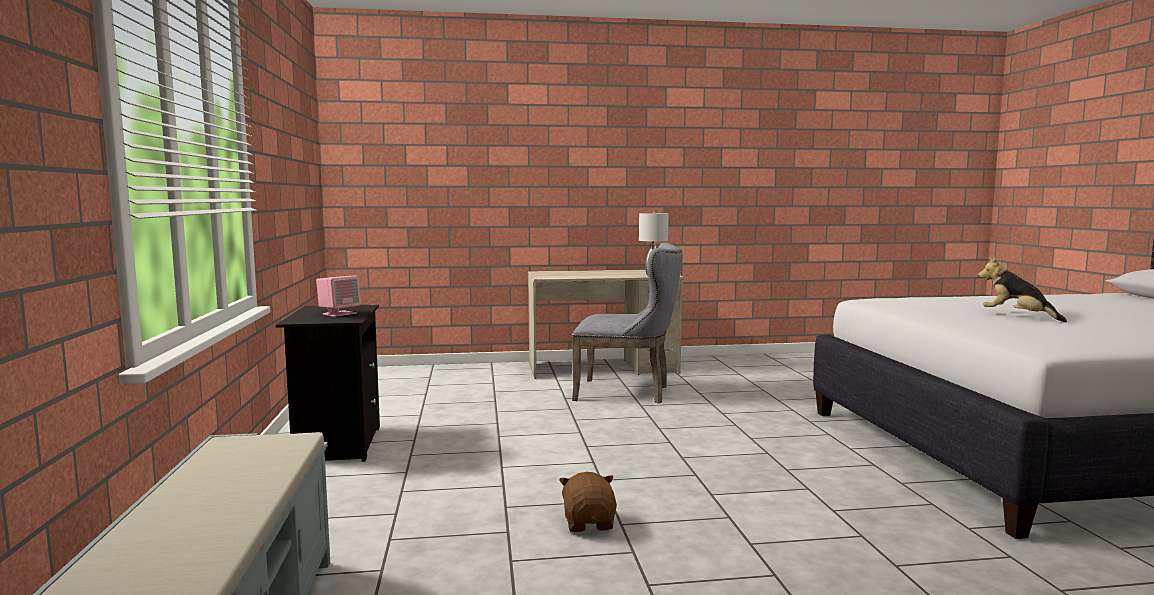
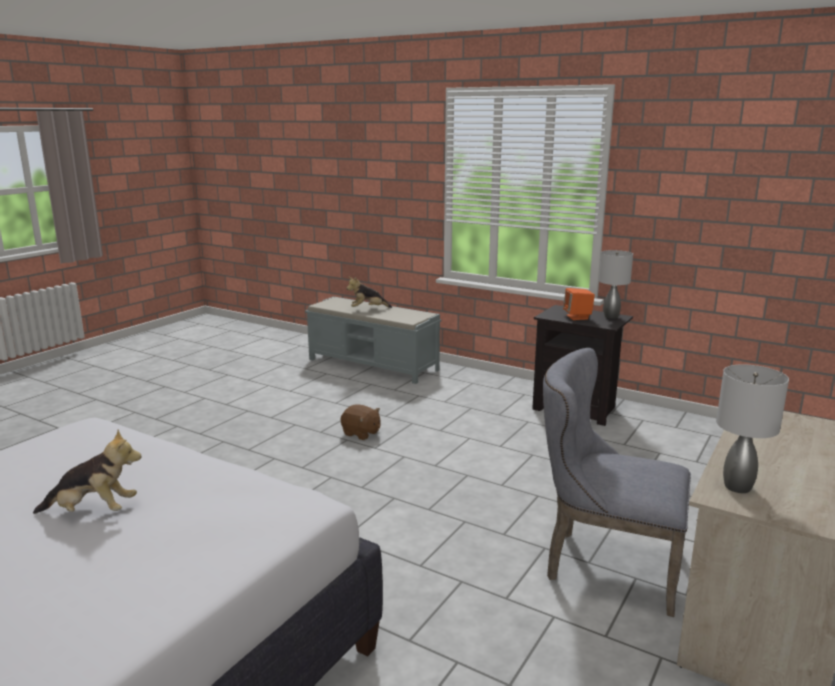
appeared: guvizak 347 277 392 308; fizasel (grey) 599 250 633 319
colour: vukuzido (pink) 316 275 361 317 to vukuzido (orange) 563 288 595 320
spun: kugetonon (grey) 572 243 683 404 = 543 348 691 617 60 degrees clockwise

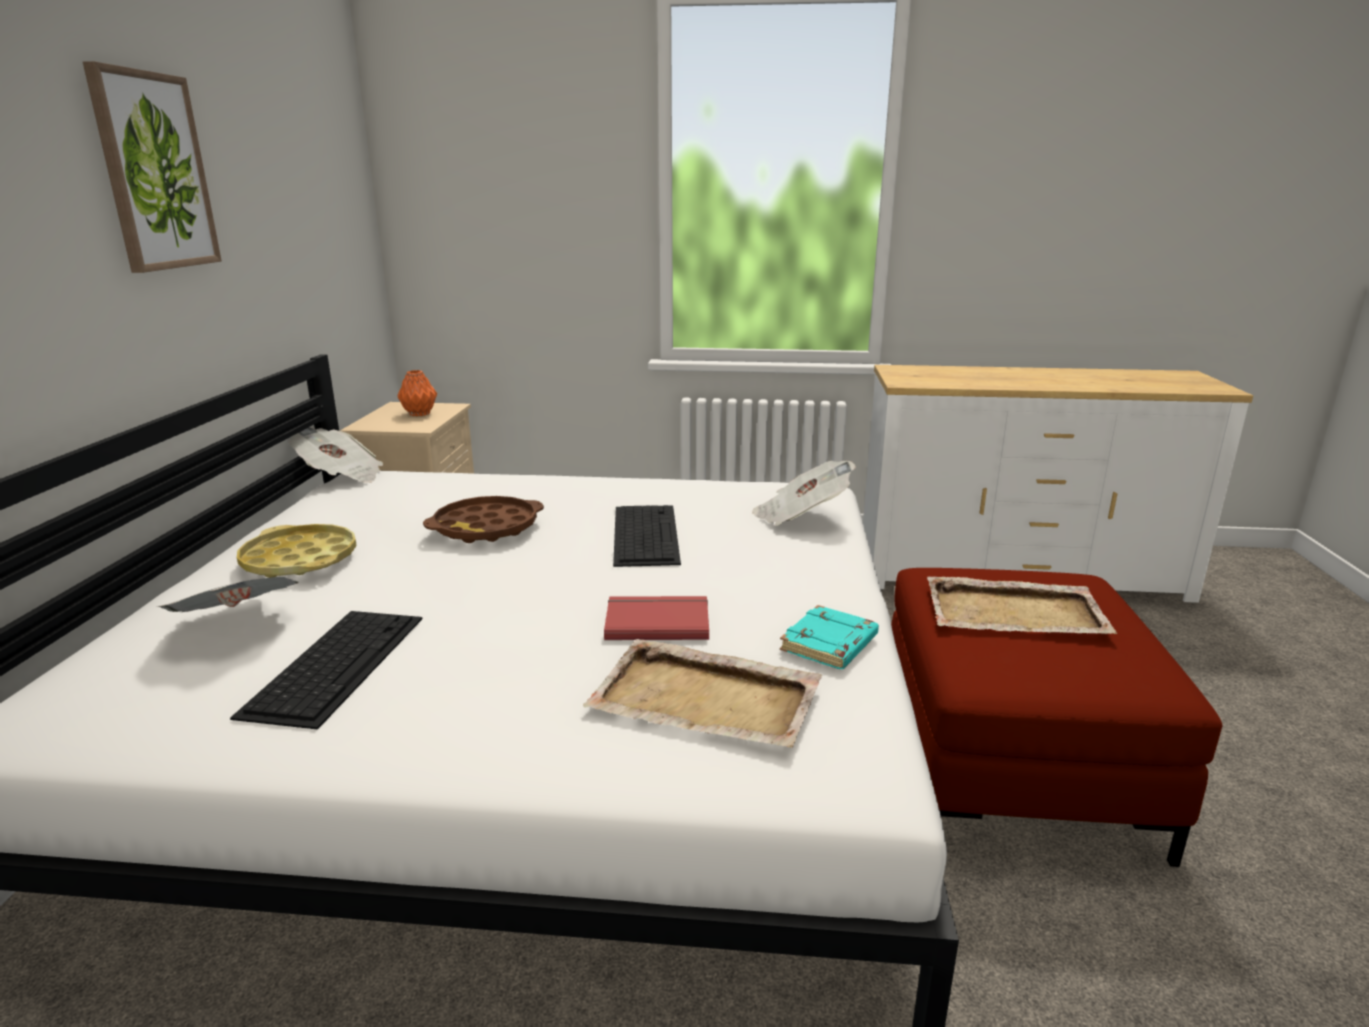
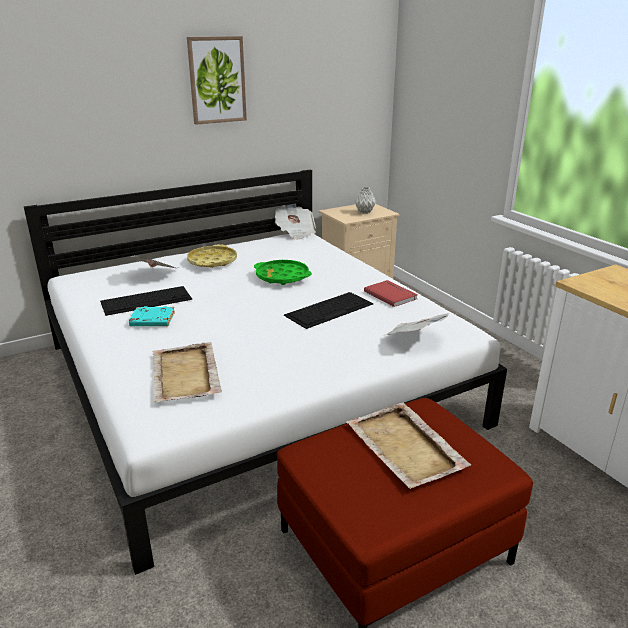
relocated: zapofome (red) 604 596 709 640 to 364 280 418 307; zapofome (turquoise) 780 605 879 669 to 129 306 175 326
colour: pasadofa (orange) 398 370 437 416 to pasadofa (grey) 354 187 376 214; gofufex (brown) 423 496 544 543 to gofufex (green) 254 260 312 285

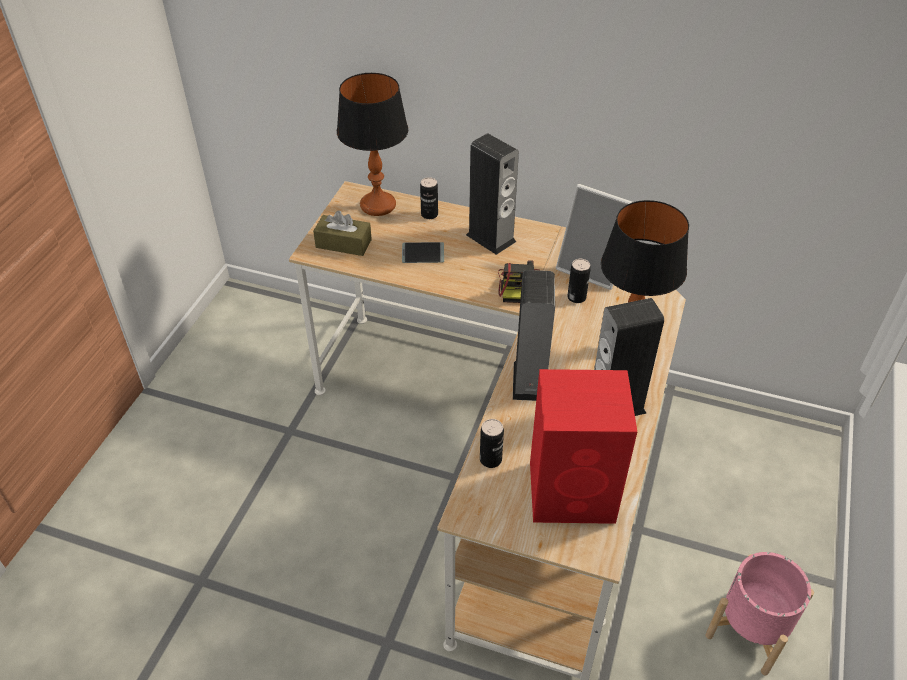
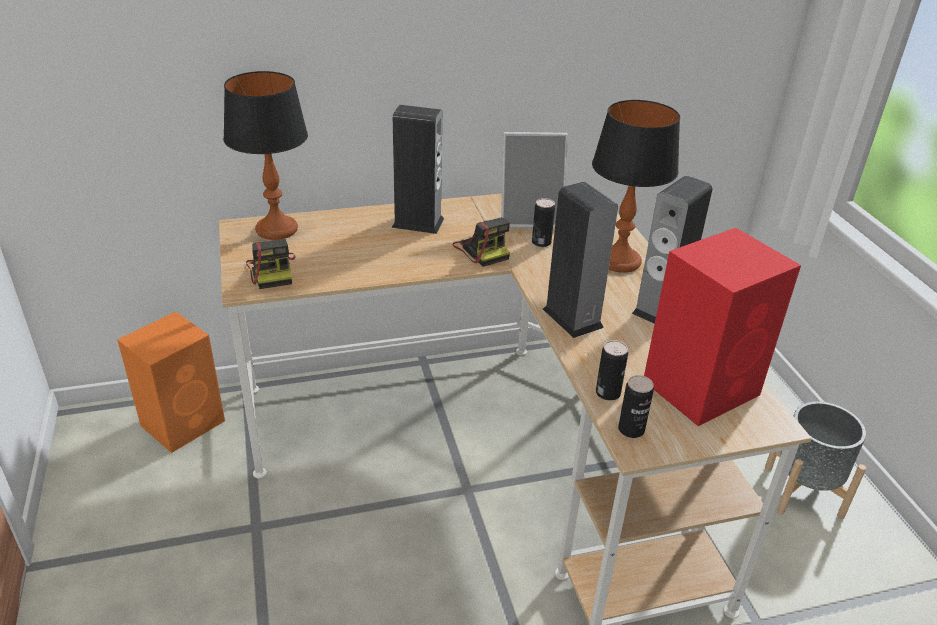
missing: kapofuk 402 242 444 263
appeared: vukuzido (orange) 117 312 225 453
relocated: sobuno 420 177 438 219 to 618 375 654 438
exchanged: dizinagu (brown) 313 210 372 256 to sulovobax 246 239 295 289
colour: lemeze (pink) 705 552 814 675 to lemeze (grey) 765 401 866 519

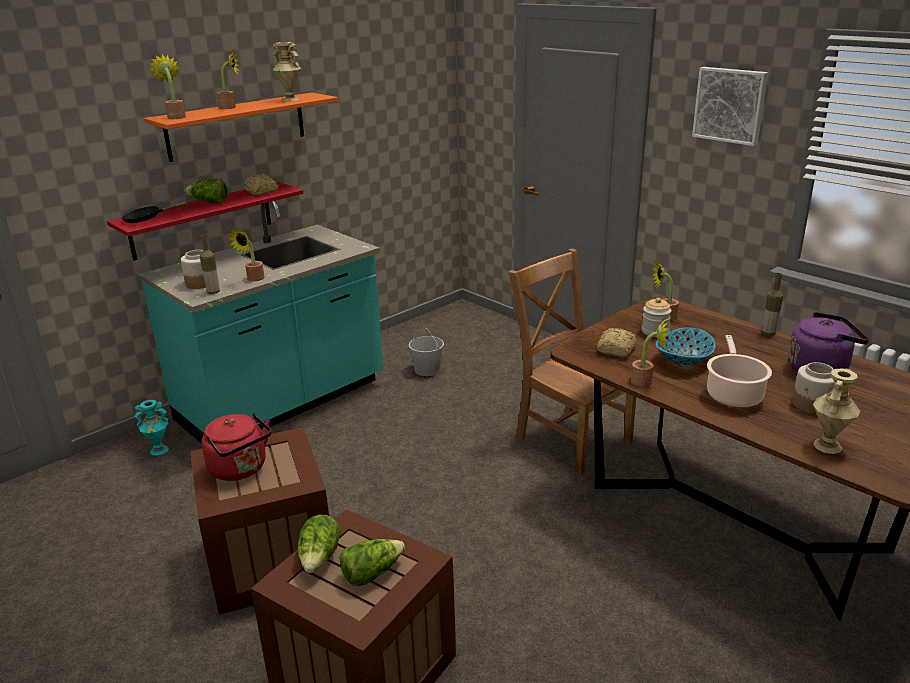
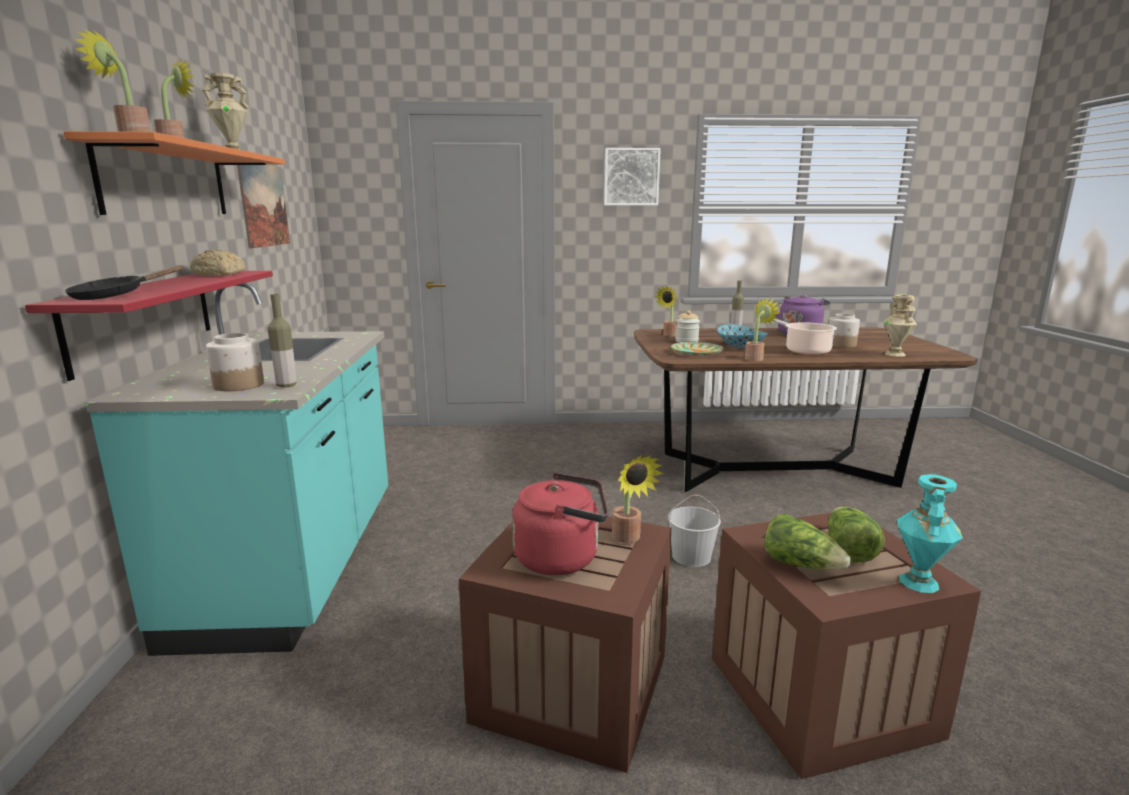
missing: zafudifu 184 179 227 204; kugetonon (brown) 509 248 636 474
appeared: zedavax 237 165 290 248
relocated: pasadofa (turquoise) 134 400 169 456 to 897 474 963 593; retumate 228 228 265 281 to 612 455 663 543; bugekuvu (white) 408 328 444 376 to 668 495 721 567
exchanged: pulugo 597 328 637 357 to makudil 671 342 724 356

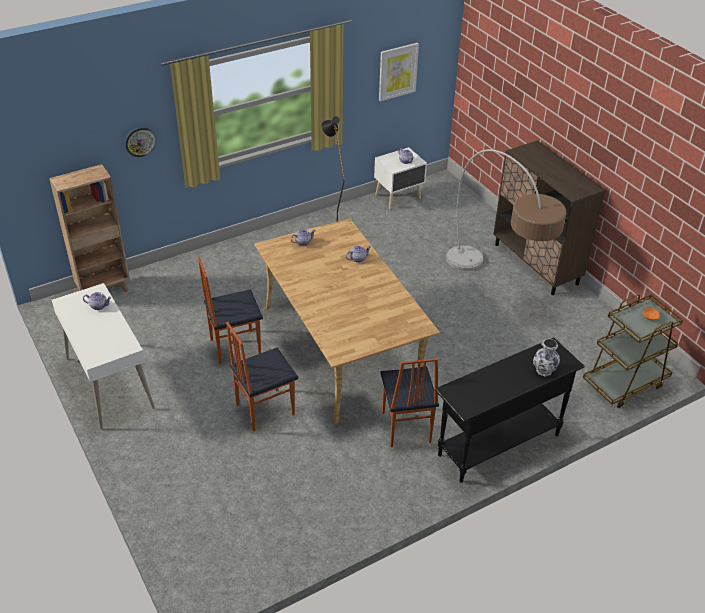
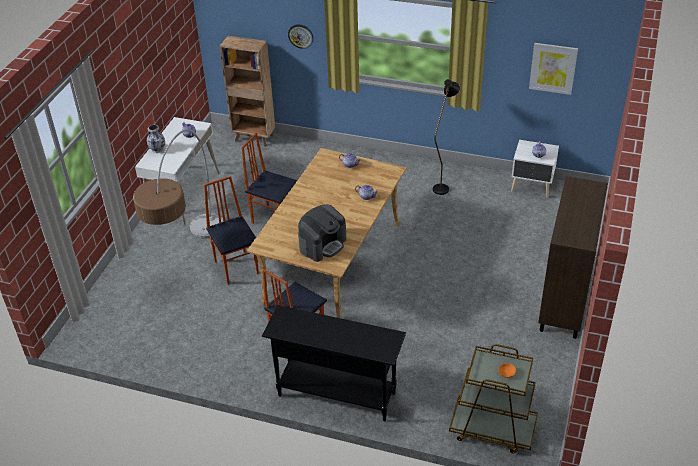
appeared: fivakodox 298 204 346 262
relocated: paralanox 446 149 566 271 to 133 129 224 239; pasadofa 533 338 560 377 to 147 124 165 153
spun: kugetonon 226 322 298 431 = 204 176 259 285 45 degrees clockwise

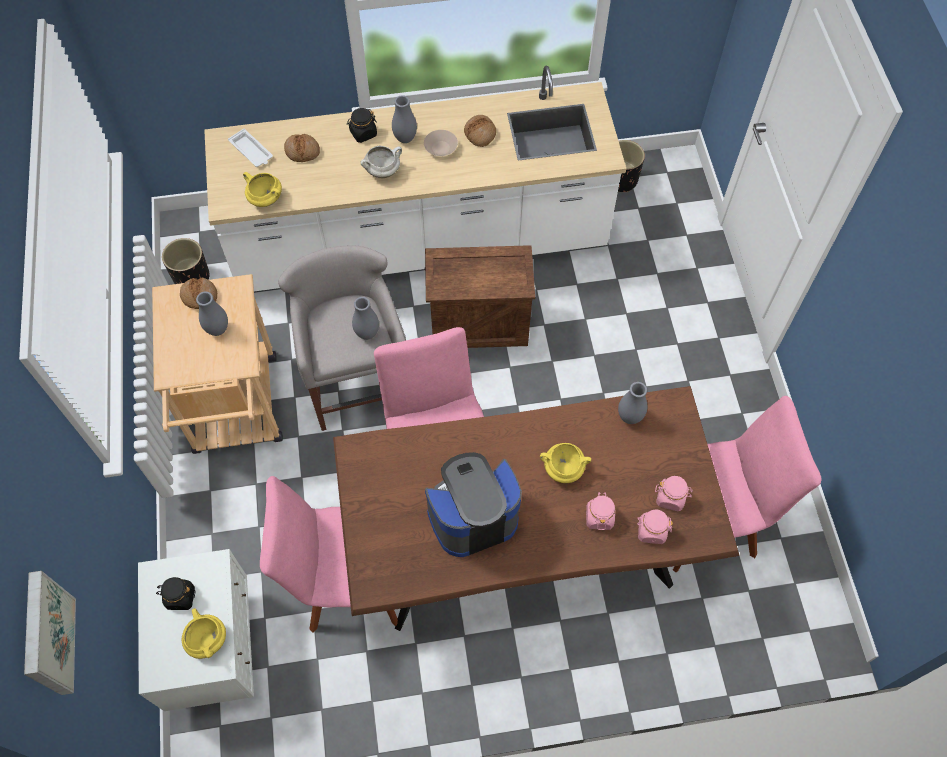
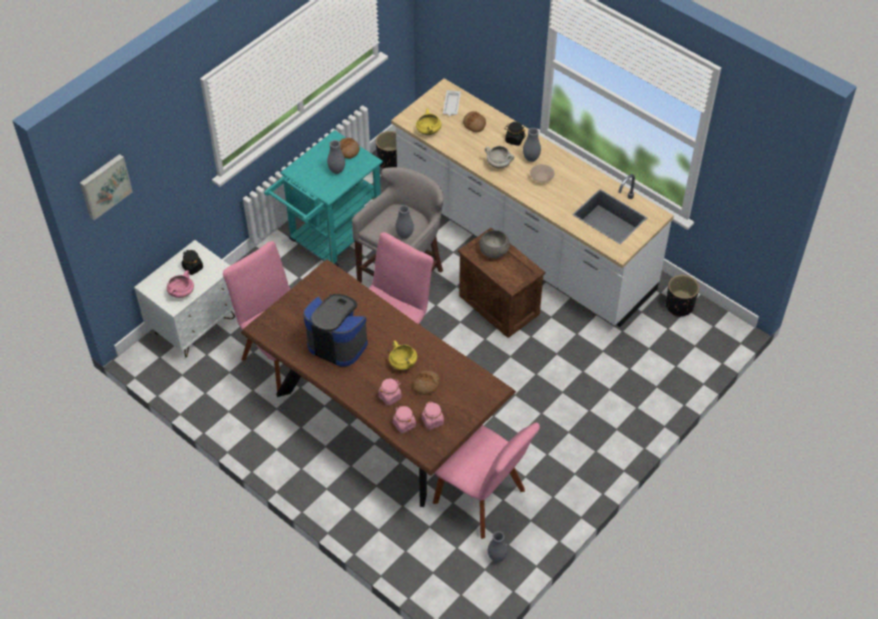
appeared: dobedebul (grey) 479 230 510 258
relocated: pulugo 464 115 496 147 to 413 371 440 395; pasadofa (grey) 618 382 648 424 to 488 531 508 562
colour: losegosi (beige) 152 274 283 454 to losegosi (turquoise) 264 130 383 266; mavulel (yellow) 182 608 226 659 to mavulel (pink) 167 270 194 298

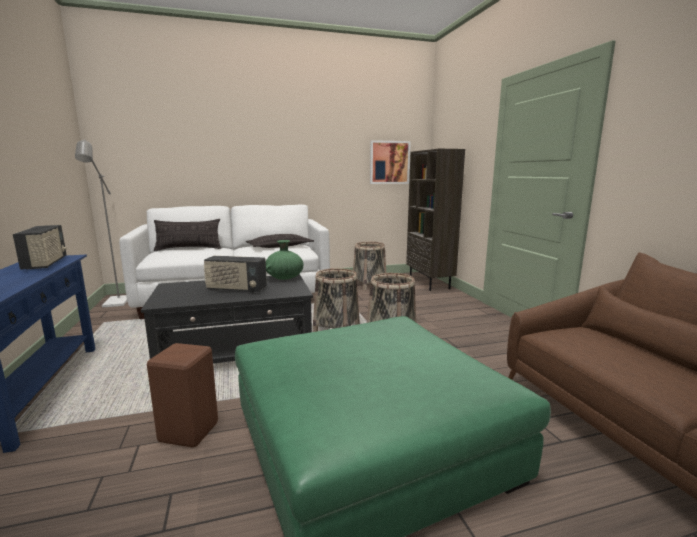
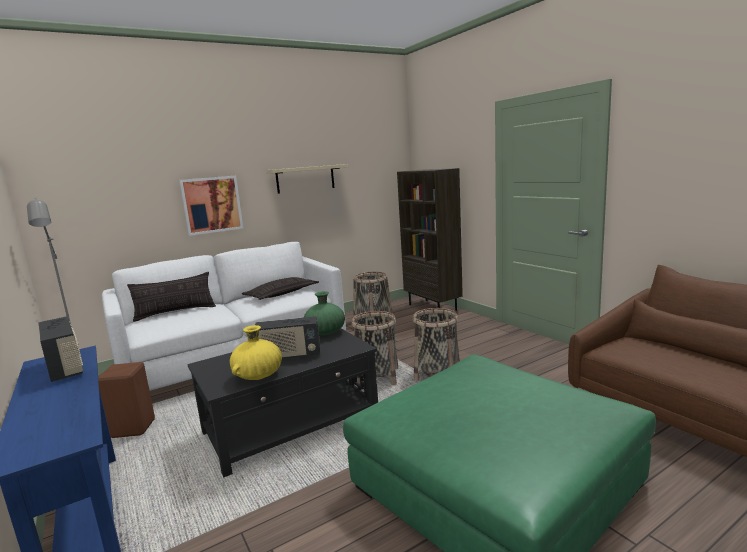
appeared: pasadofa (yellow) 230 325 282 380; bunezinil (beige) 266 164 349 194
relocated: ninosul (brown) 147 343 218 447 to 98 362 155 438; zedavax 370 140 411 184 to 179 176 243 236

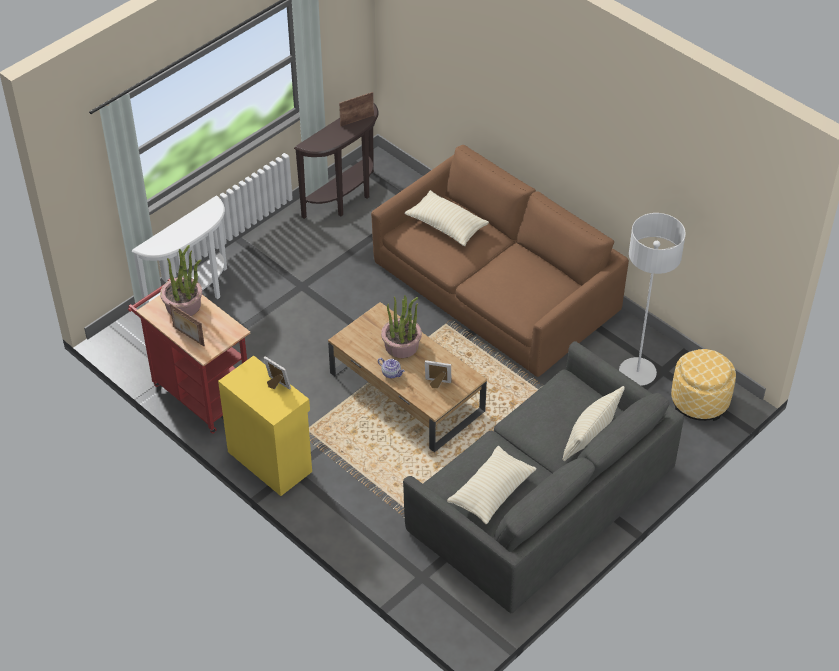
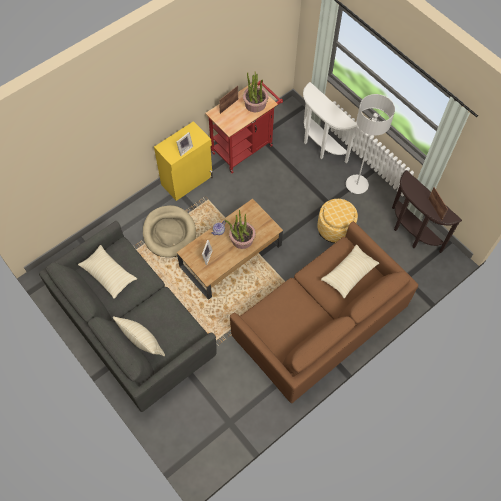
appeared: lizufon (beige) 143 205 196 257
relocated: paralanox (grey) 619 213 686 386 to 346 94 395 194; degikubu 671 349 736 421 to 317 199 358 243

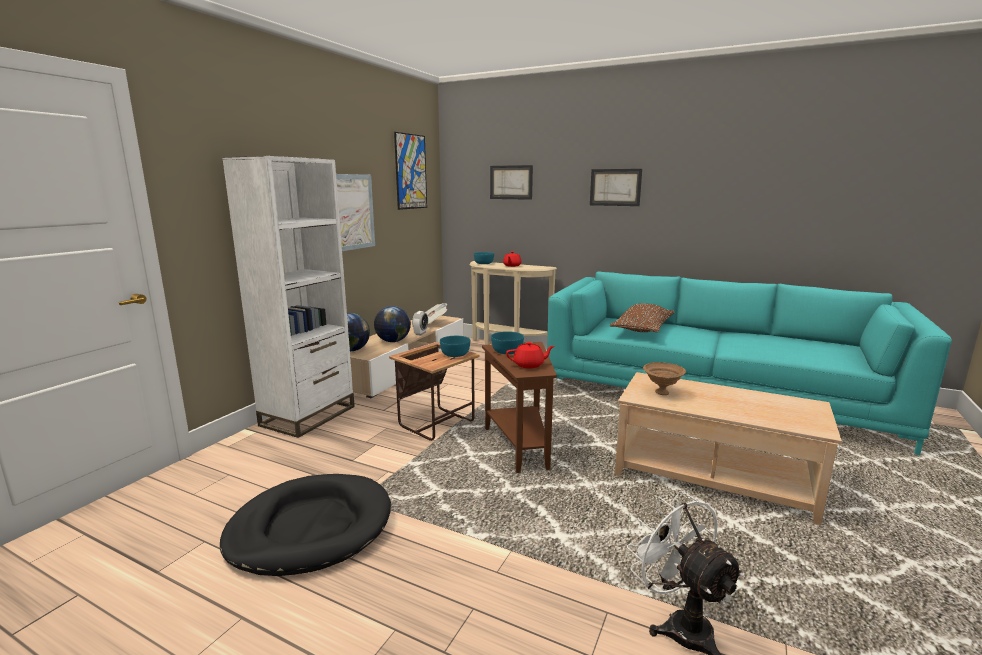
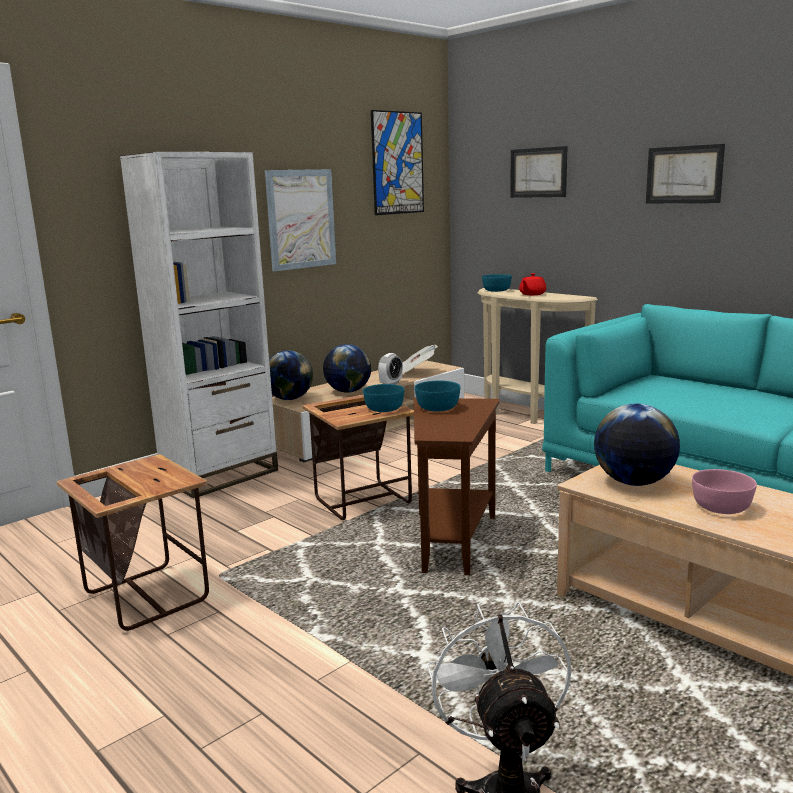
missing: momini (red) 506 342 554 368; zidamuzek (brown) 610 303 675 332
appeared: dobedebul (pink) 692 469 757 514
exchanged: lizufon (black) 220 474 391 576 to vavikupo 57 454 209 631; dobedebul (brown) 643 362 686 395 to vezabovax 594 404 680 486

